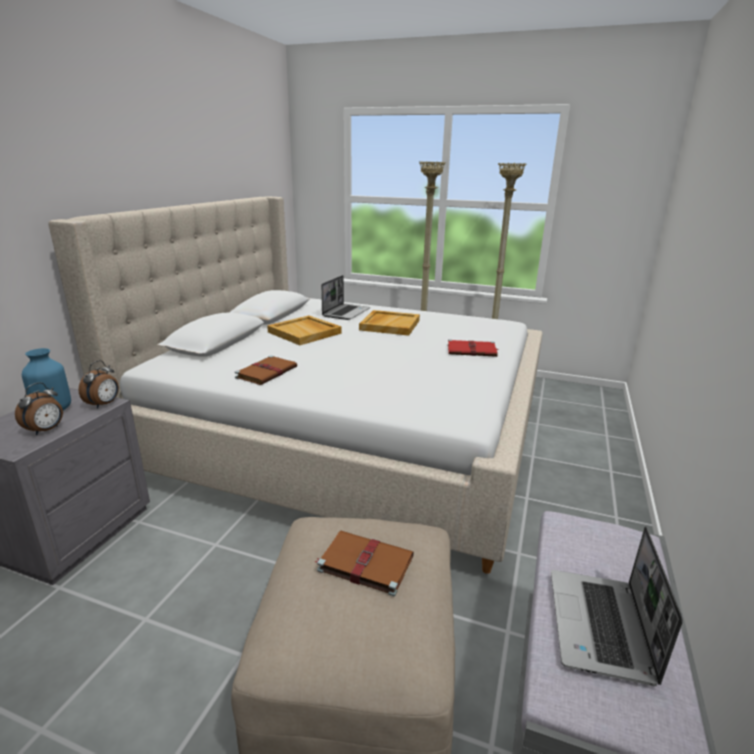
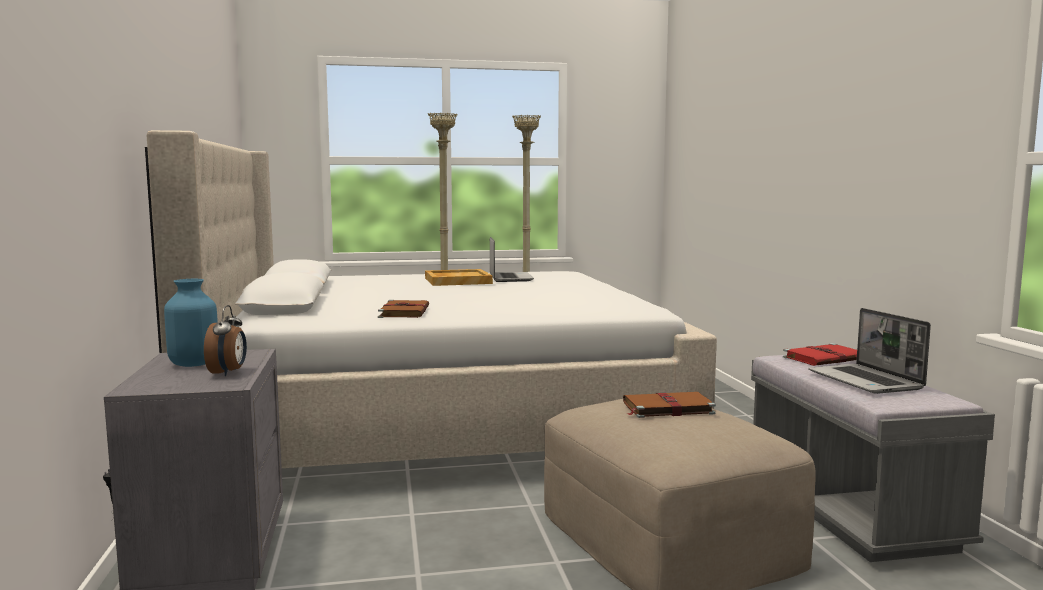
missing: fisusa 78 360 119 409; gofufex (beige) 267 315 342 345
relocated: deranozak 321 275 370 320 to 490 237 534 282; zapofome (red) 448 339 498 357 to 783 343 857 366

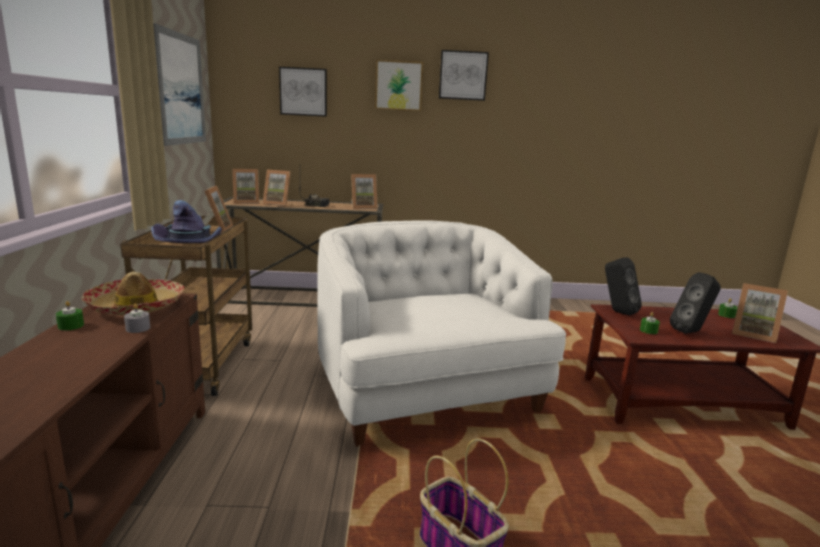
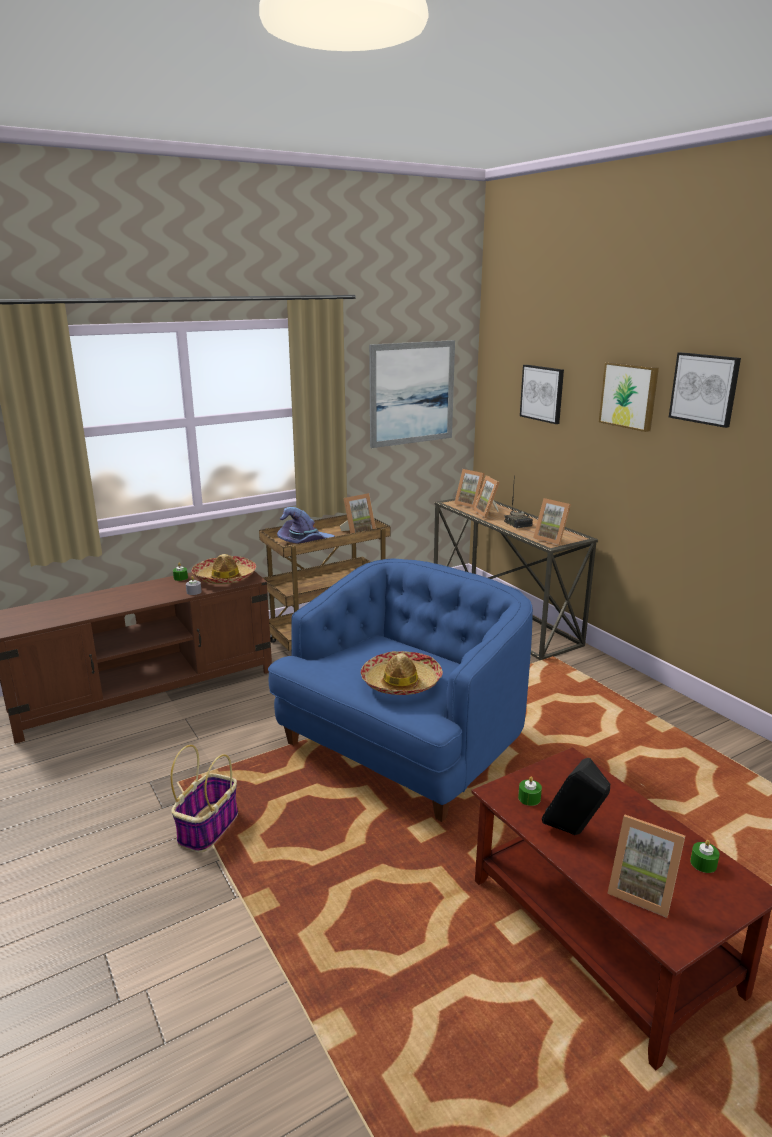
missing: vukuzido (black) 605 257 642 316
appeared: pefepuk 361 651 443 695
colour: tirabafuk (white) 317 220 566 447 to tirabafuk (blue) 268 558 533 822
spun: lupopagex 732 283 788 343 = 607 815 685 918 60 degrees counterclockwise

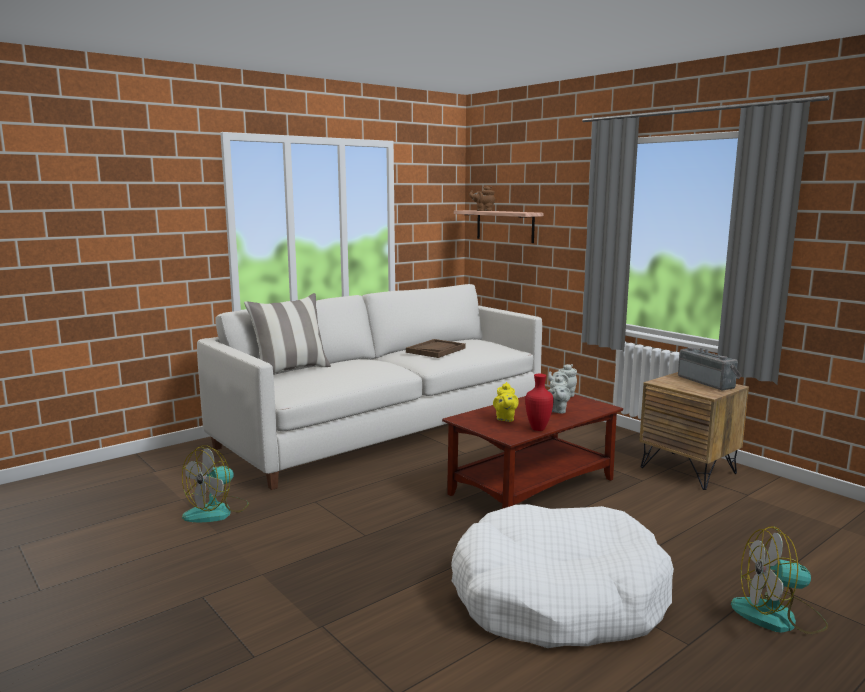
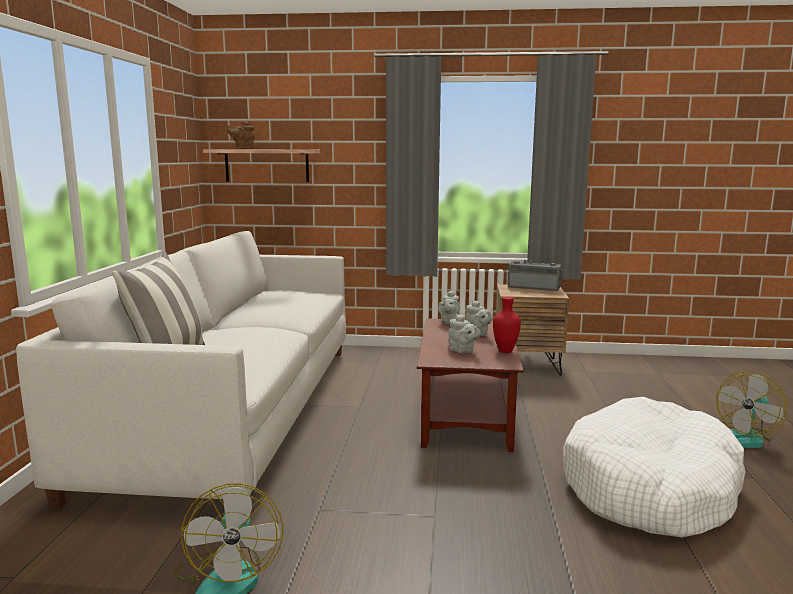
missing: gofufex (brown) 406 339 466 358
colour: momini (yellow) 493 382 519 422 to momini (grey) 448 314 481 353

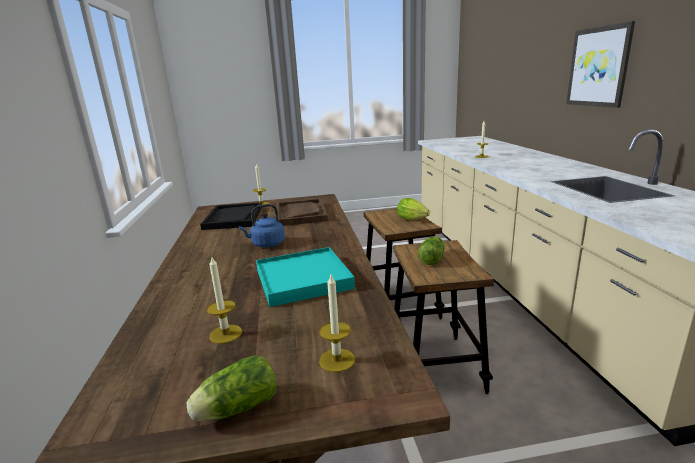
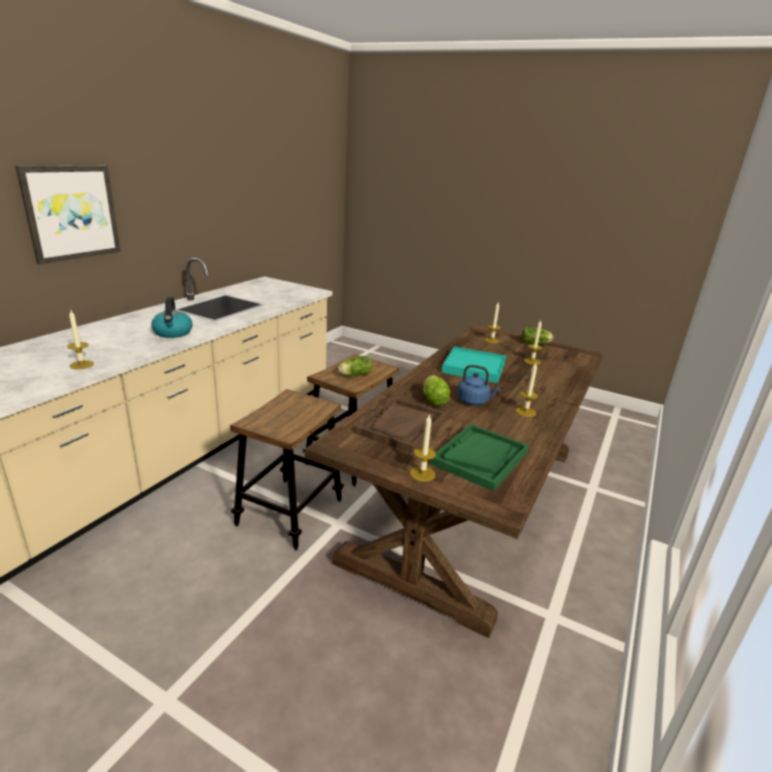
appeared: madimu 151 297 193 338; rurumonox 516 363 538 417
relocated: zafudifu 397 198 430 220 to 423 375 450 406
colour: gofufex (black) 200 203 262 230 to gofufex (green) 430 424 529 491

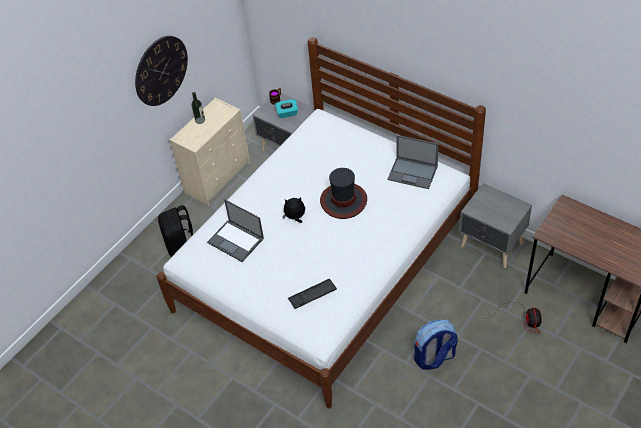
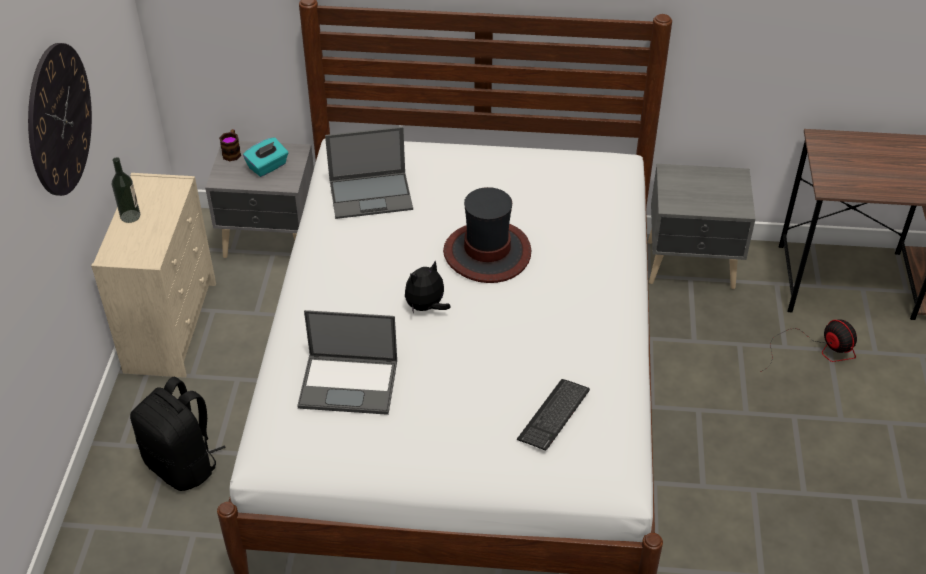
missing: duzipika 414 320 458 370
relocated: deranozak 387 135 439 189 to 325 127 413 219

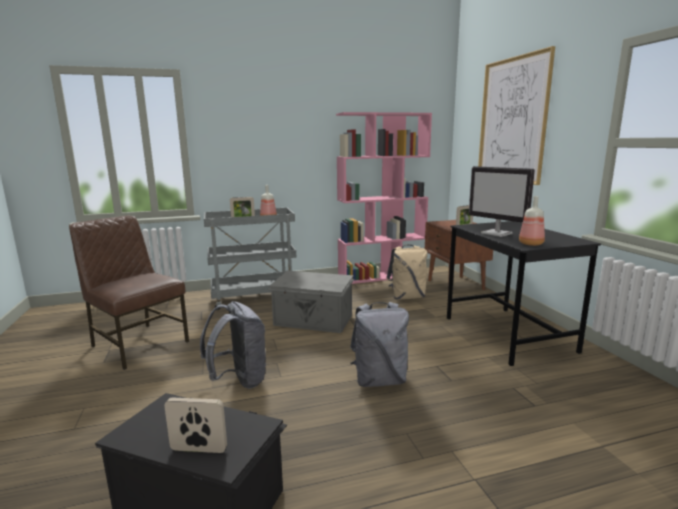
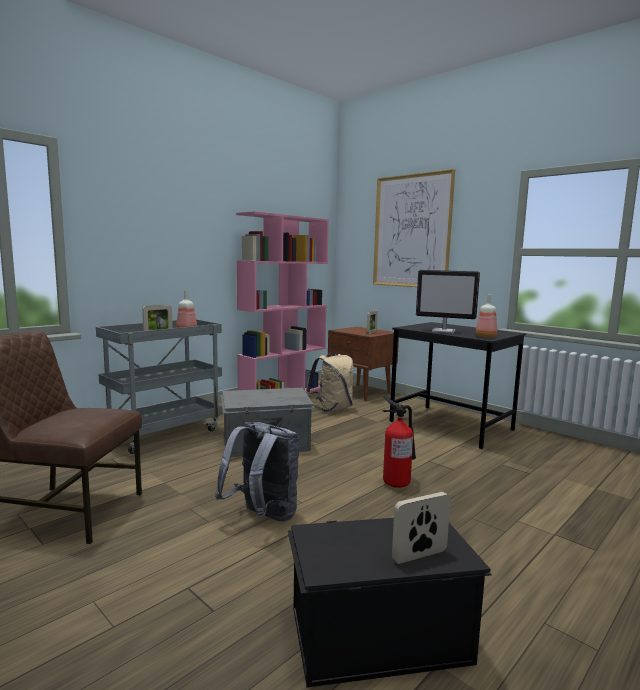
exchanged: duzipika (grey) 350 302 409 387 to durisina 382 396 416 488

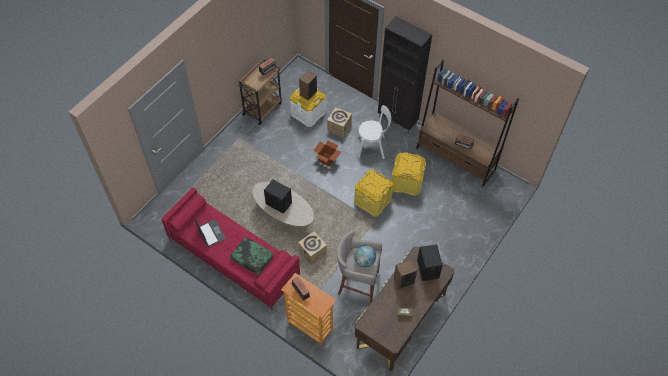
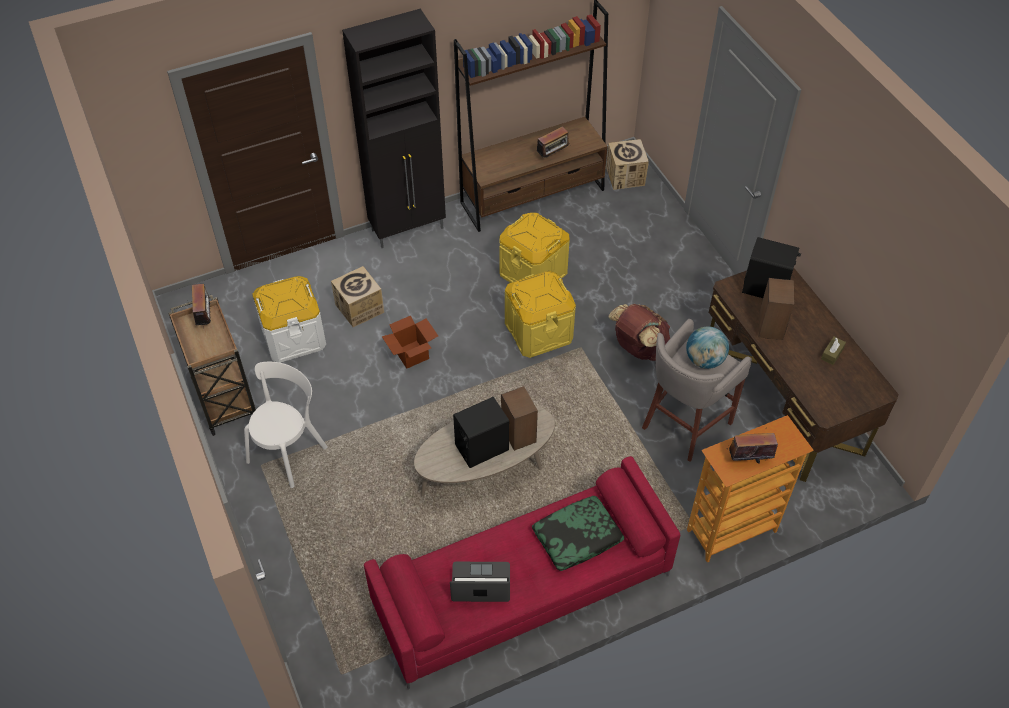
appeared: duzipika (brown) 608 304 670 361
relocated: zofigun 298 231 327 265 to 606 139 649 190; vukuzido 299 71 317 101 to 501 386 538 451; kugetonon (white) 358 105 391 159 to 244 362 328 488

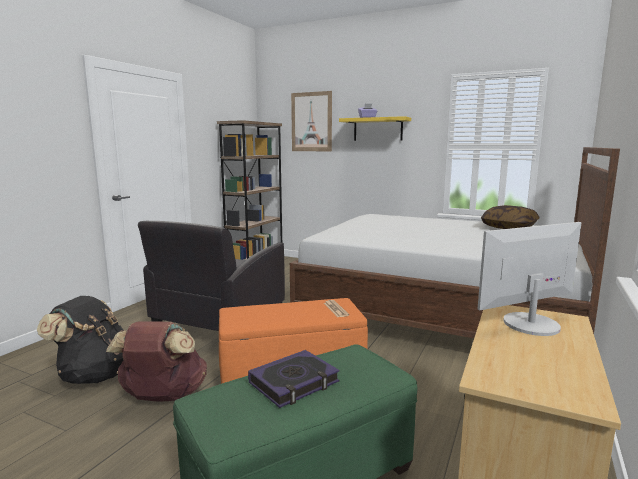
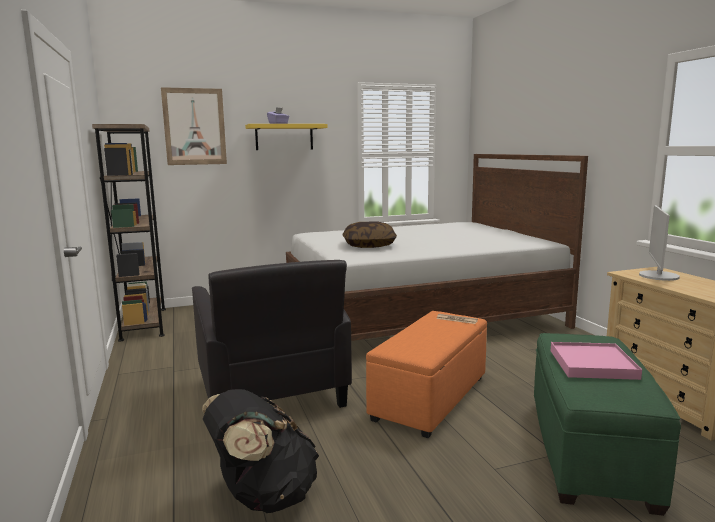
missing: duzipika (brown) 106 321 207 402
relocated: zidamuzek 481 205 540 229 to 343 221 397 248
exchanged: zapofome 248 350 340 408 to gofufex (pink) 551 342 642 380

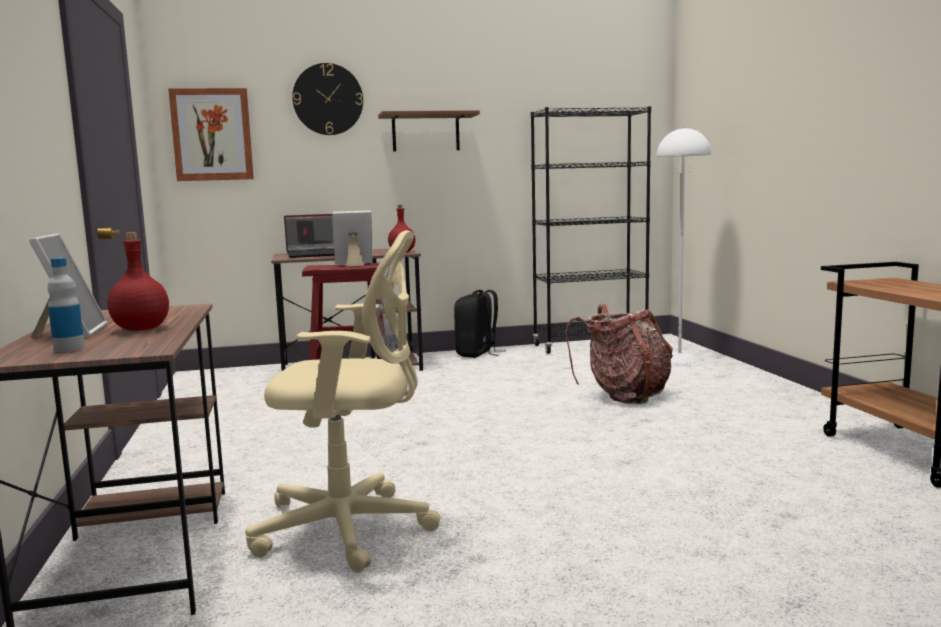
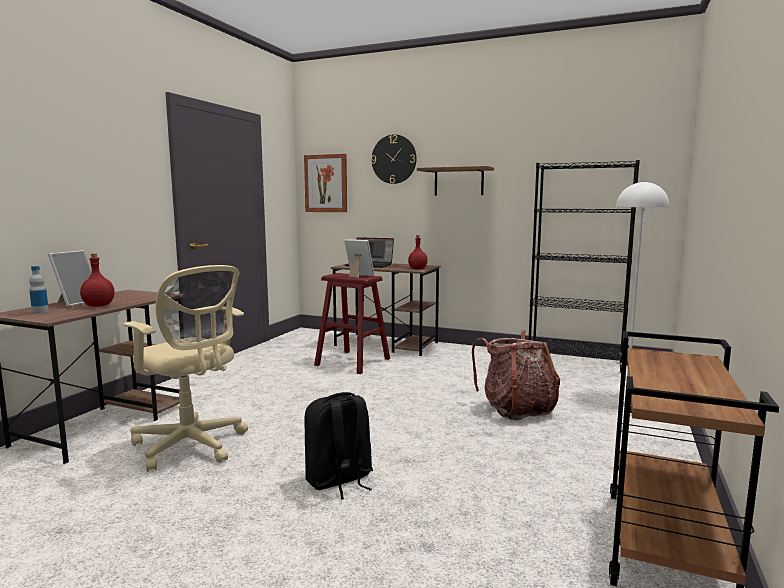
relocated: duzipika (black) 454 290 498 358 to 304 392 373 499

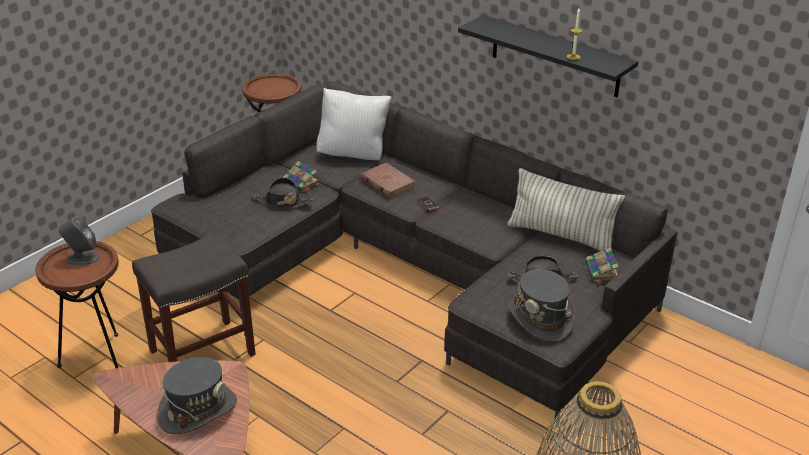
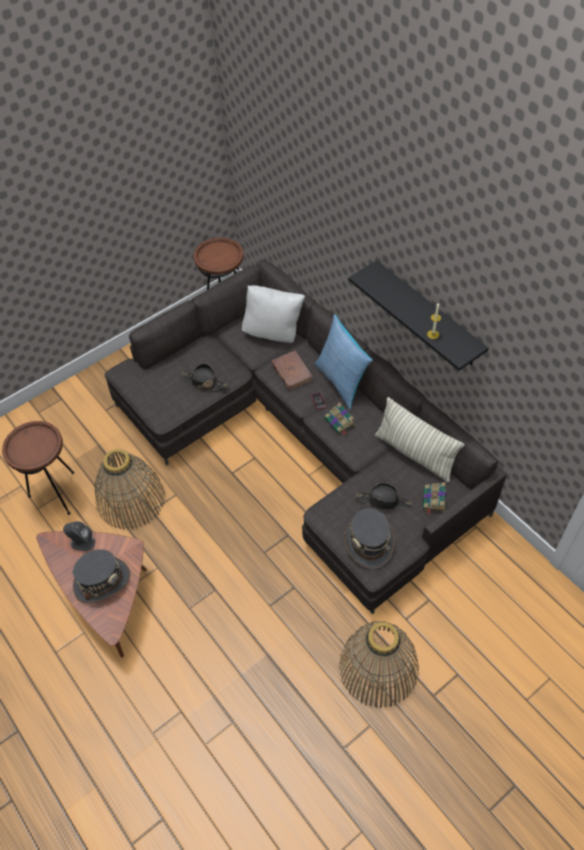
appeared: zidamuzek 315 314 373 410
relocated: vukuzido (grey) 59 216 99 265 to 63 521 95 551; zapofome 284 161 320 192 to 324 402 355 435
exchanged: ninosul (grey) 132 232 256 362 to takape 95 449 166 530

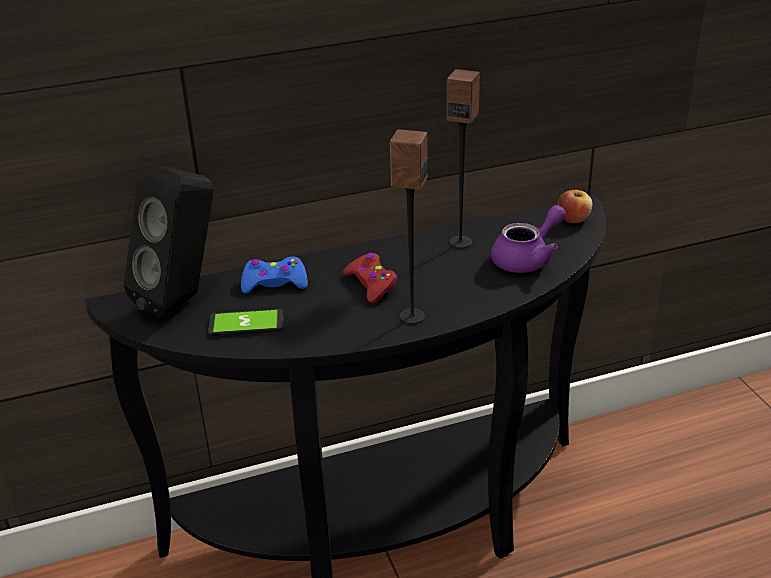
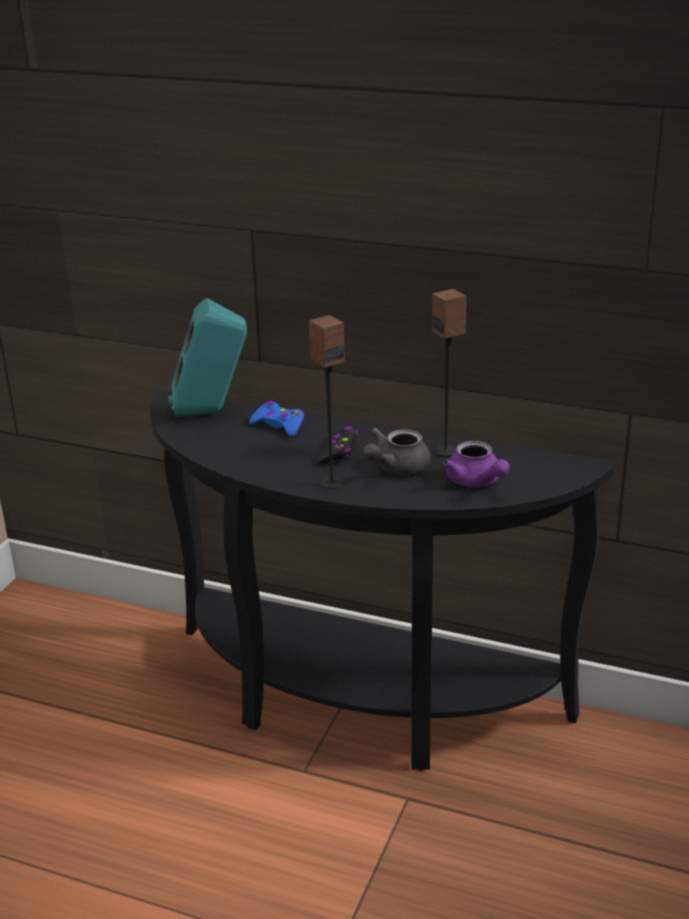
missing: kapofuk 208 309 283 336; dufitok 557 188 592 223
appeared: momini (grey) 363 427 431 475
colour: vukuzido (black) 124 165 213 319 to vukuzido (turquoise) 168 298 247 417; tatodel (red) 343 253 397 303 to tatodel (black) 317 426 358 464
spun: momini (purple) 491 205 566 273 = 444 441 510 487 60 degrees clockwise

